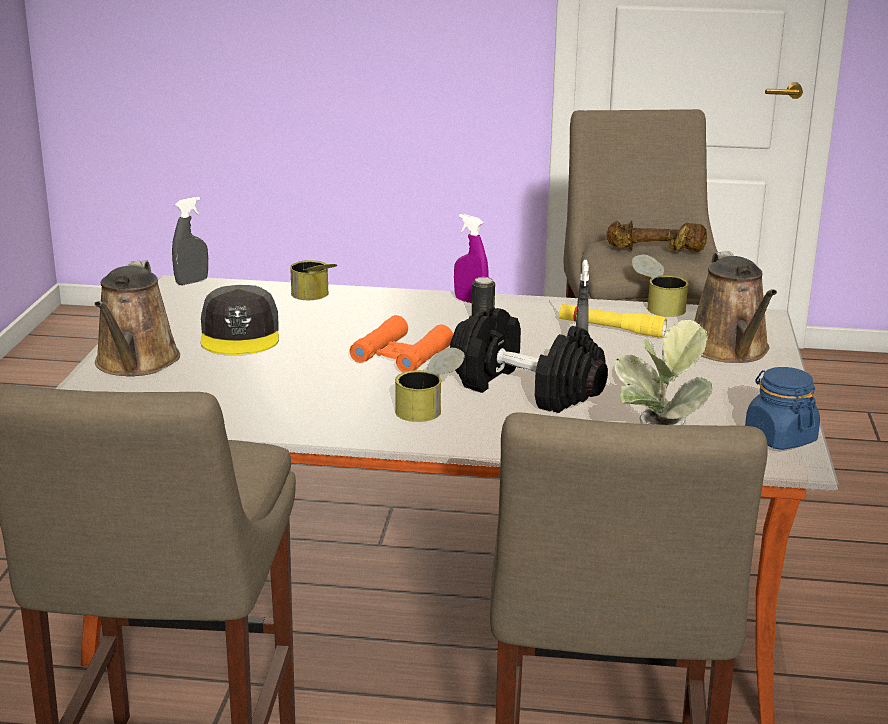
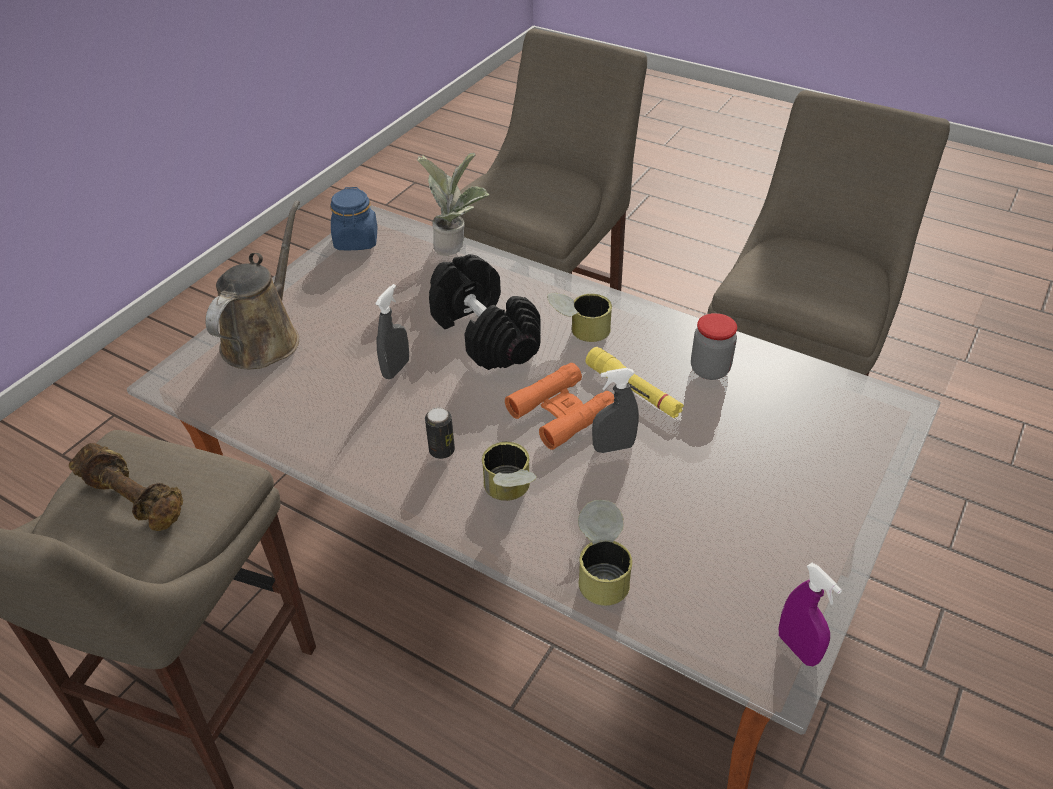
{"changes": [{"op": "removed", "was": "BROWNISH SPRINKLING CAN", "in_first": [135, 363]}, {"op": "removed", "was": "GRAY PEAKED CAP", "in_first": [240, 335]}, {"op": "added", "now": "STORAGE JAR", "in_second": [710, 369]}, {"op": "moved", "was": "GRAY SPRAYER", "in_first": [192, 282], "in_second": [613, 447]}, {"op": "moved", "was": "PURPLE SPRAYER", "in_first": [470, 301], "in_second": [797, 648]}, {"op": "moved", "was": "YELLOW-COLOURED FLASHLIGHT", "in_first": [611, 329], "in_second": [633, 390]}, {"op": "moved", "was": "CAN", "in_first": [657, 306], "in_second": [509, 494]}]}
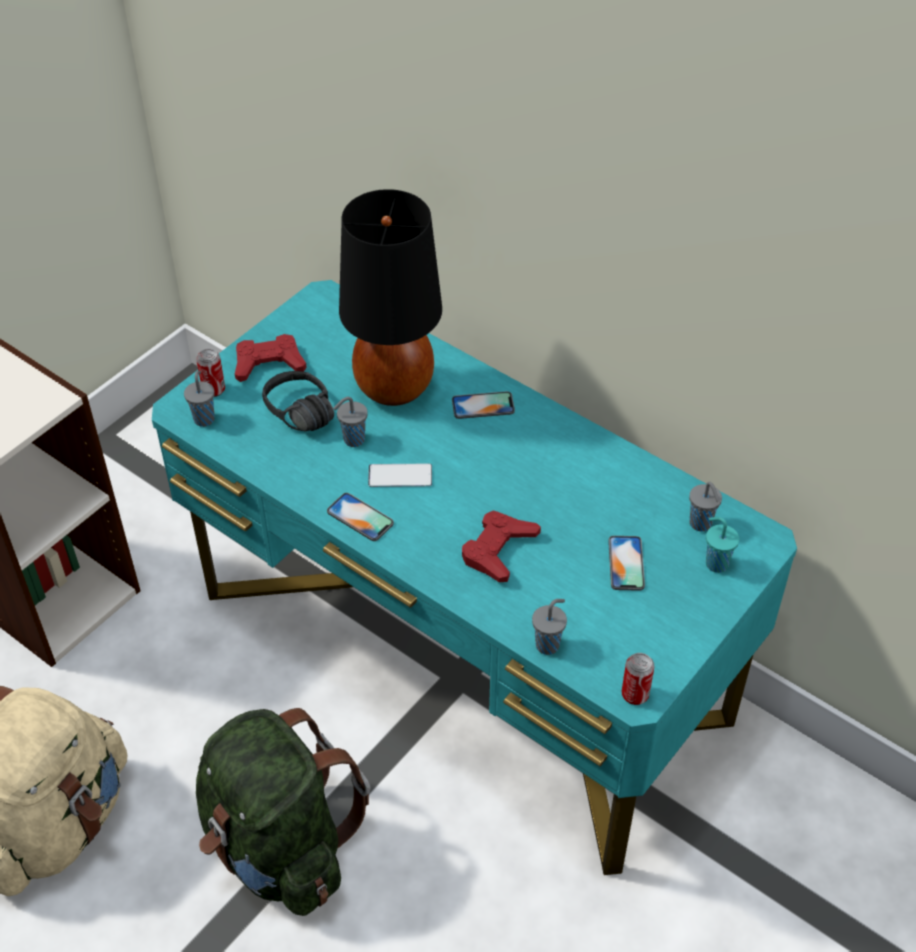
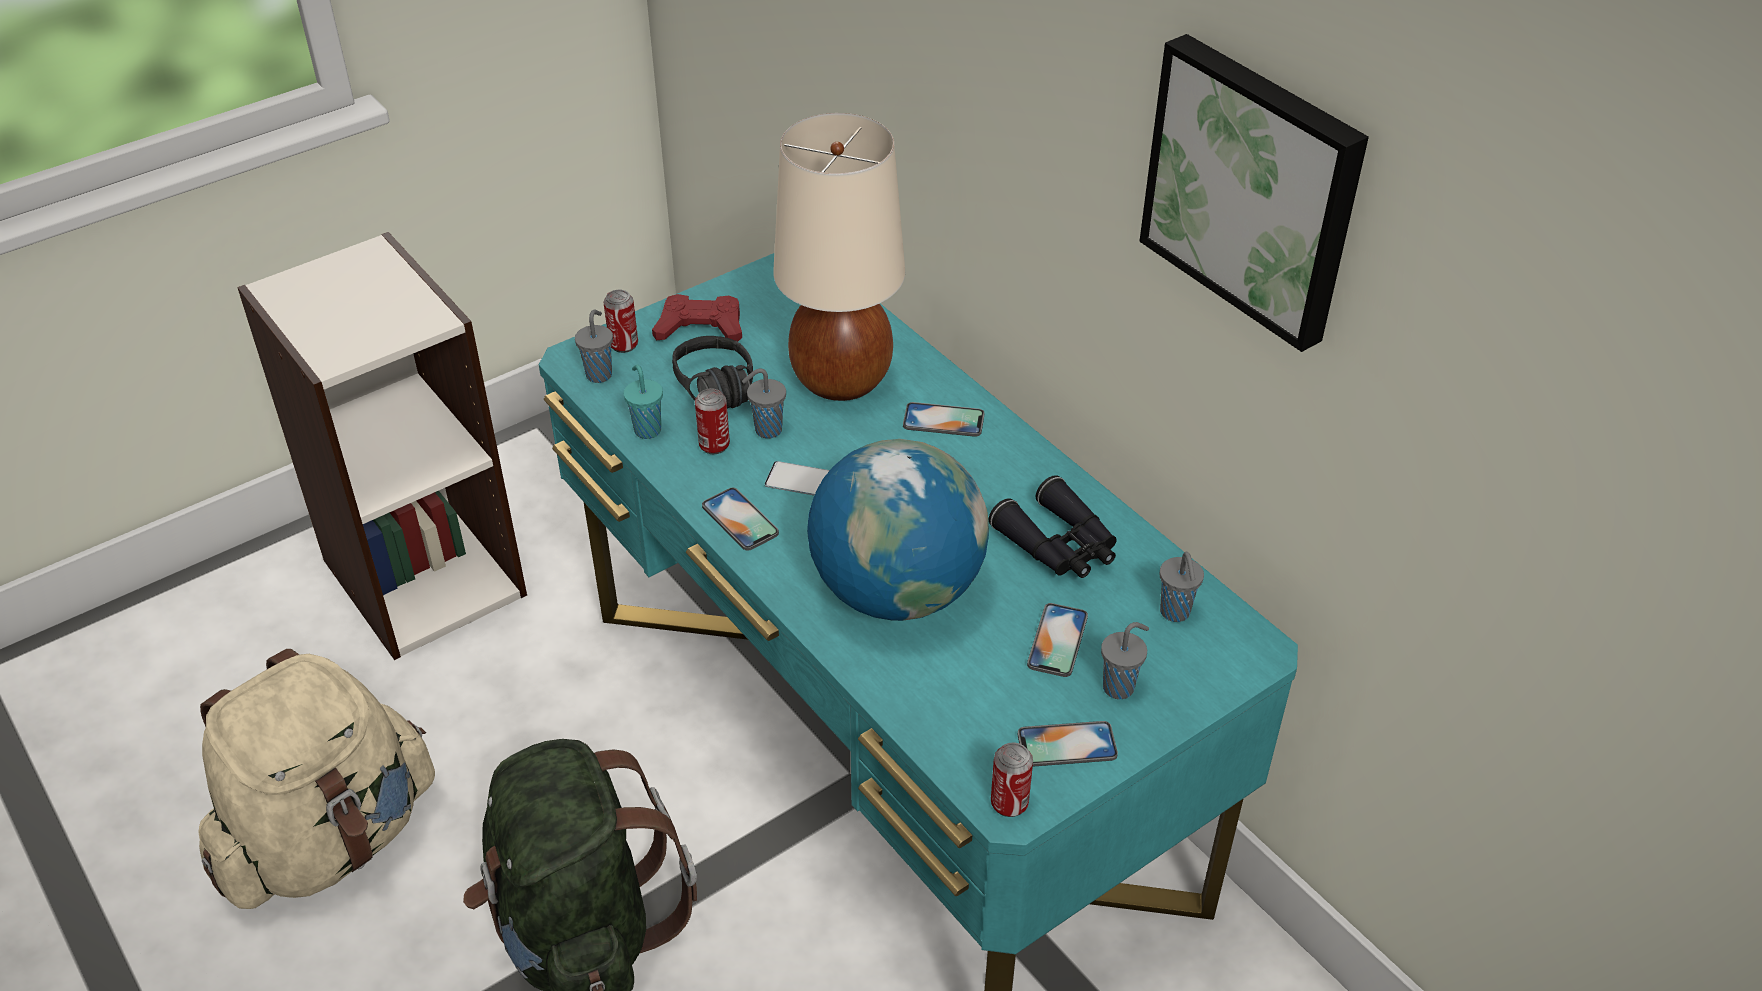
{"changes": [{"op": "added", "now": "CAN", "in_second": [714, 445]}, {"op": "added", "now": "BLACKISH BINOCULARS", "in_second": [1059, 545]}, {"op": "added", "now": "HANDSET", "in_second": [1067, 745]}, {"op": "added", "now": "WALL ART", "in_second": [1255, 188]}, {"op": "moved", "was": "GRAY SMALL CUP", "in_first": [548, 644], "in_second": [1120, 687]}, {"op": "moved", "was": "TURQUOISE SMALL CUP", "in_first": [715, 563], "in_second": [647, 429]}, {"op": "replaced", "was": "RED-COLOURED GAMEPAD", "now": "DESK GLOBE", "in_first": [498, 550], "in_second": [897, 591]}, {"op": "recoloured", "was": "BLACKISH TABLE LAMP", "now": "SAND-COLOURED TABLE LAMP", "in_first": [393, 387], "in_second": [840, 379]}]}
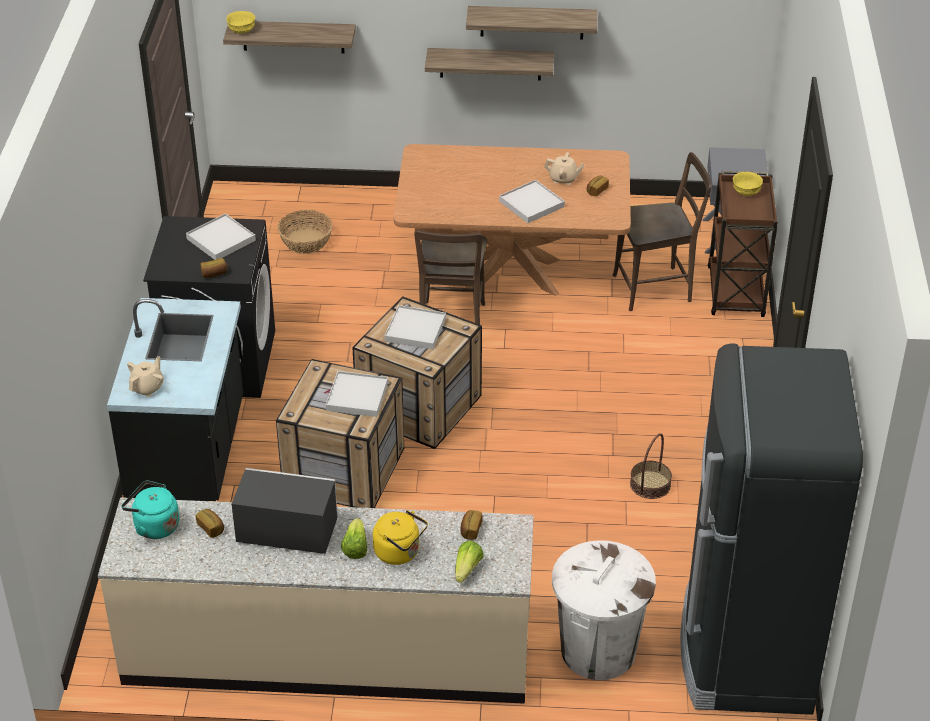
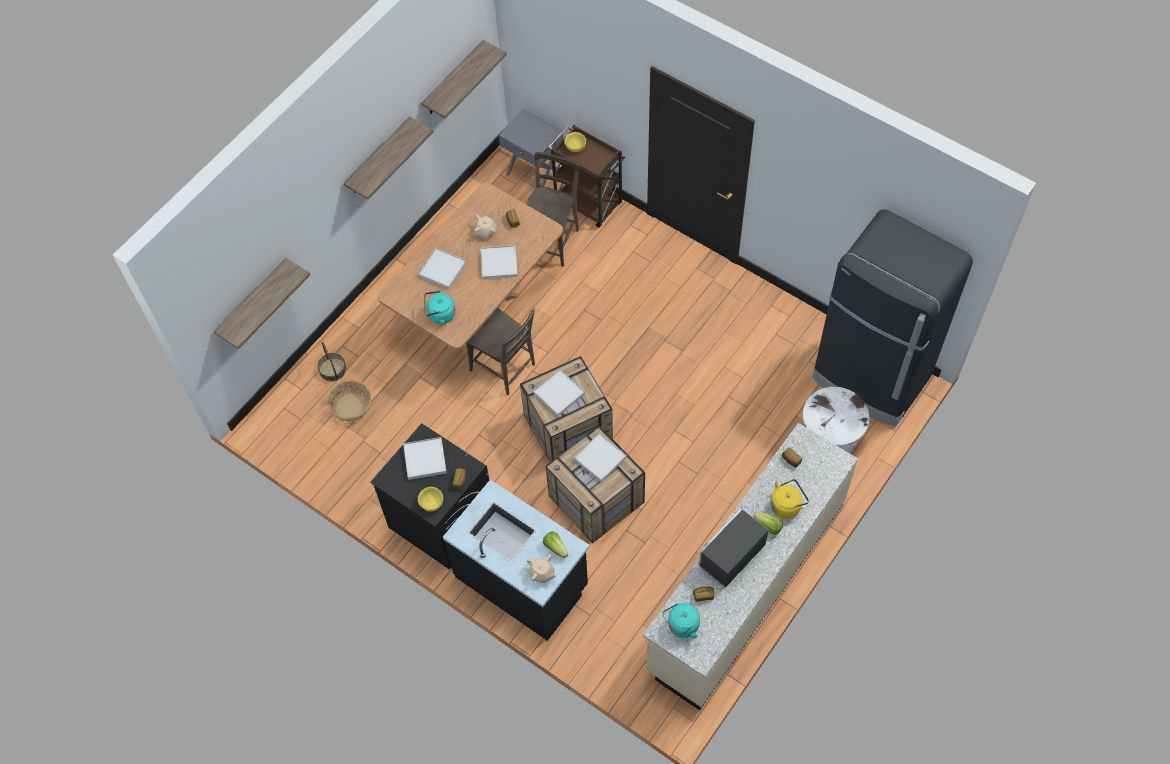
{"changes": [{"op": "added", "now": "WHITISH SERVING TRAY", "in_second": [442, 269]}, {"op": "added", "now": "TURQUOISE TEA KETTLE", "in_second": [440, 315]}, {"op": "moved", "was": "YELLOW-COLOURED BOWL", "in_first": [242, 30], "in_second": [432, 503]}, {"op": "moved", "was": "SHELF", "in_first": [490, 64], "in_second": [453, 79]}, {"op": "moved", "was": "LETTUCE HEAD", "in_first": [467, 569], "in_second": [555, 547]}, {"op": "moved", "was": "HOUSEHOLD BASKET", "in_first": [650, 484], "in_second": [333, 369]}, {"op": "turned", "was": "SAND-COLOURED TEA POT", "in_first": [147, 388], "in_second": [542, 573], "clockwise": 150}]}
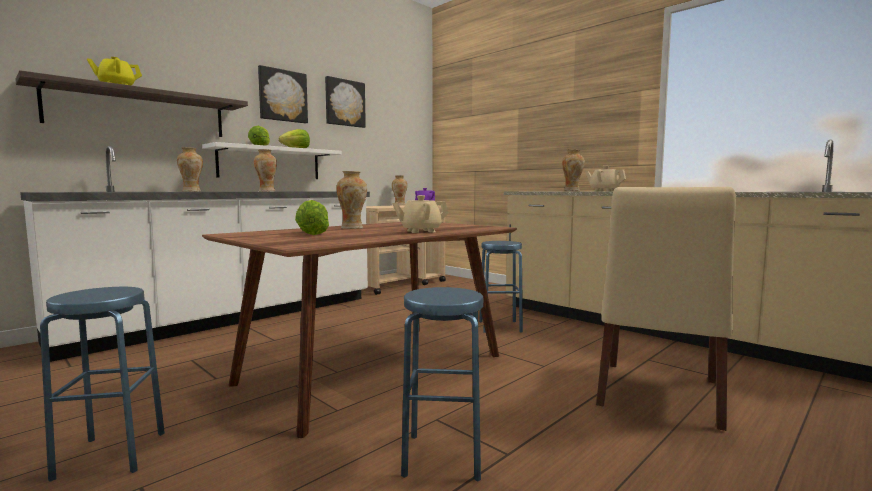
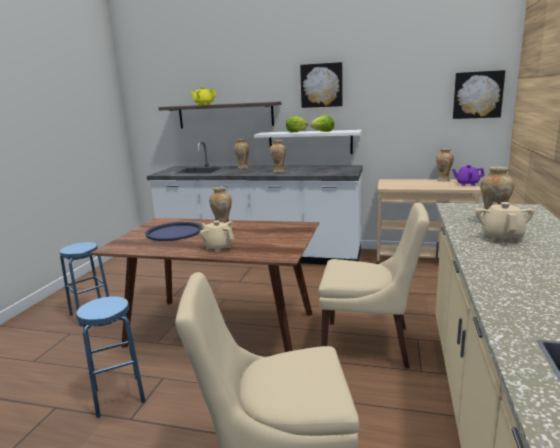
{"changes": [{"op": "moved", "was": "WALL ART", "in_first": [344, 103], "in_second": [477, 95]}, {"op": "replaced", "was": "LETTUCE HEAD", "now": "BLUE-COLOURED SERVING TRAY", "in_first": [312, 234], "in_second": [174, 232]}, {"op": "replaced", "was": "BLUE-COLOURED SITTING STOOL", "now": "SAND-COLOURED PLAIN CHAIR", "in_first": [500, 326], "in_second": [370, 343]}]}
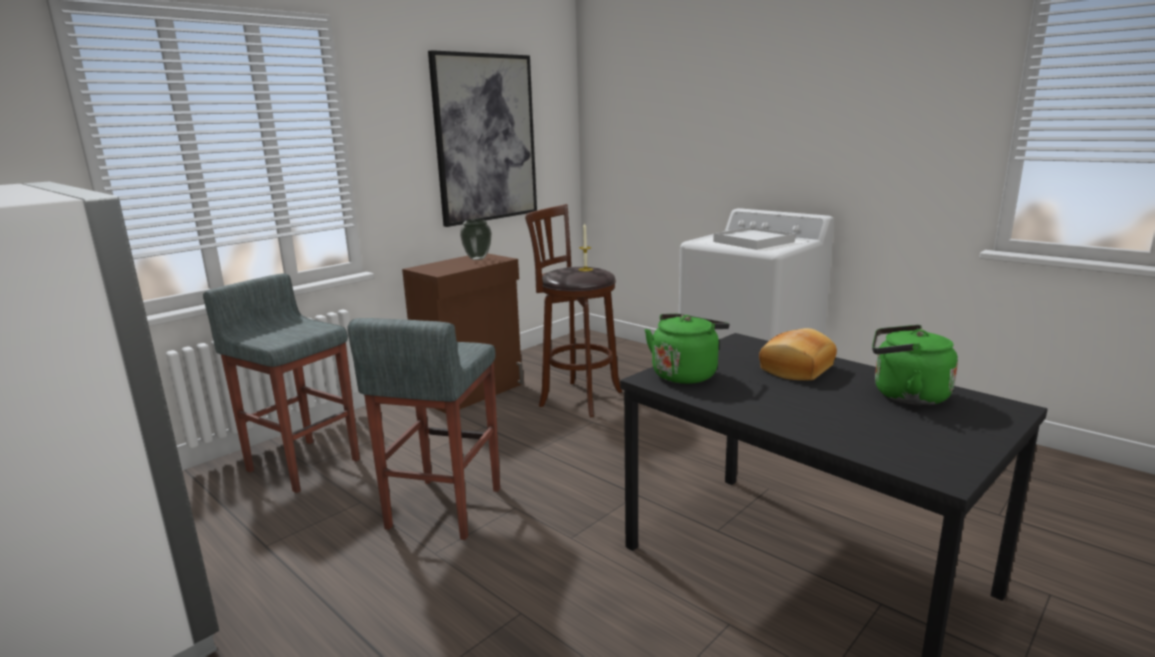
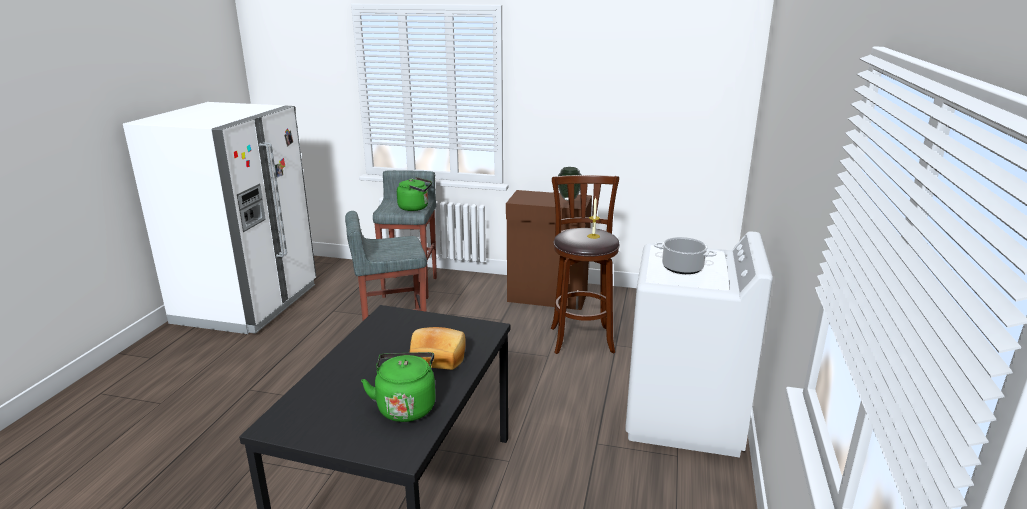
{"changes": [{"op": "removed", "was": "WALL ART", "in_first": [485, 139]}, {"op": "moved", "was": "GREENISH TEA KETTLE", "in_first": [686, 374], "in_second": [415, 208]}, {"op": "replaced", "was": "WHITISH SERVING TRAY", "now": "SAUCEPOT", "in_first": [753, 242], "in_second": [681, 268]}]}
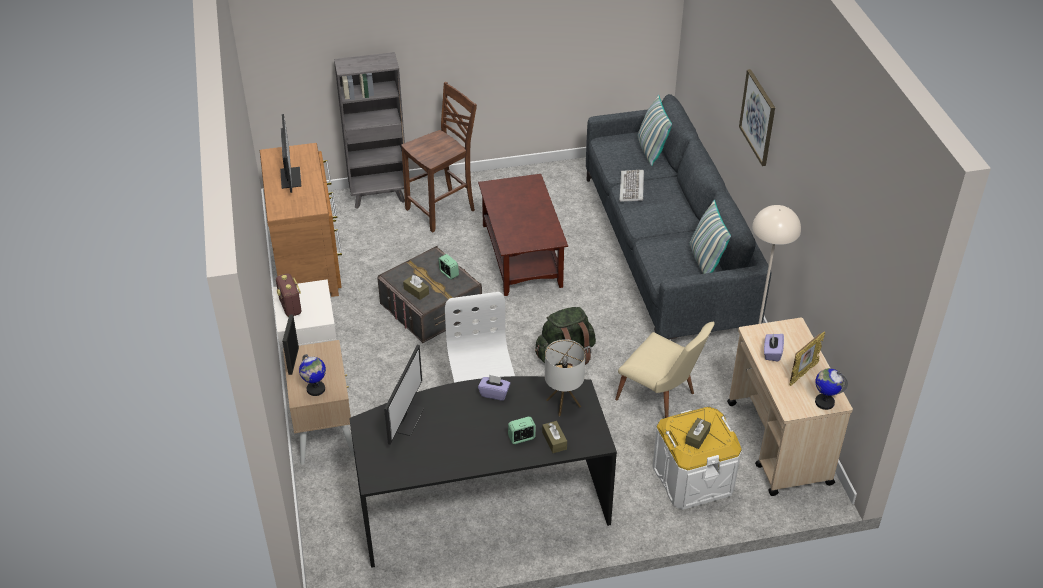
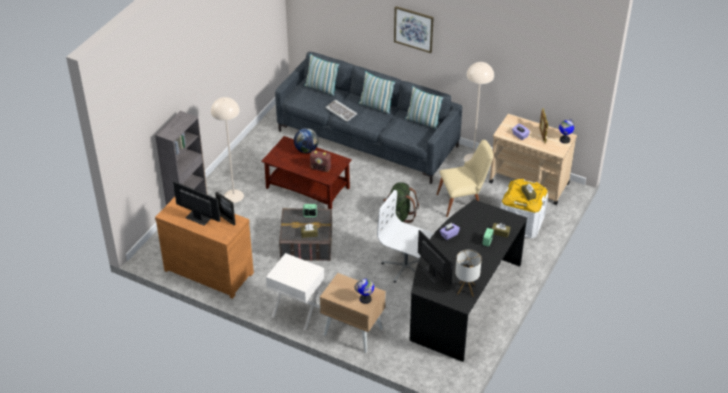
{"changes": [{"op": "added", "now": "DESK GLOBE", "in_second": [306, 150]}, {"op": "added", "now": "THROW PILLOW", "in_second": [376, 106]}, {"op": "moved", "was": "RADIO RECEIVER", "in_first": [291, 307], "in_second": [321, 168]}, {"op": "moved", "was": "STANDING FRAME", "in_first": [293, 361], "in_second": [226, 219]}, {"op": "moved", "was": "TABLE LAMP", "in_first": [563, 403], "in_second": [466, 289]}, {"op": "replaced", "was": "BROWNISH PLAIN CHAIR", "now": "SAND-COLOURED FLOOR LAMP", "in_first": [442, 210], "in_second": [234, 196]}]}
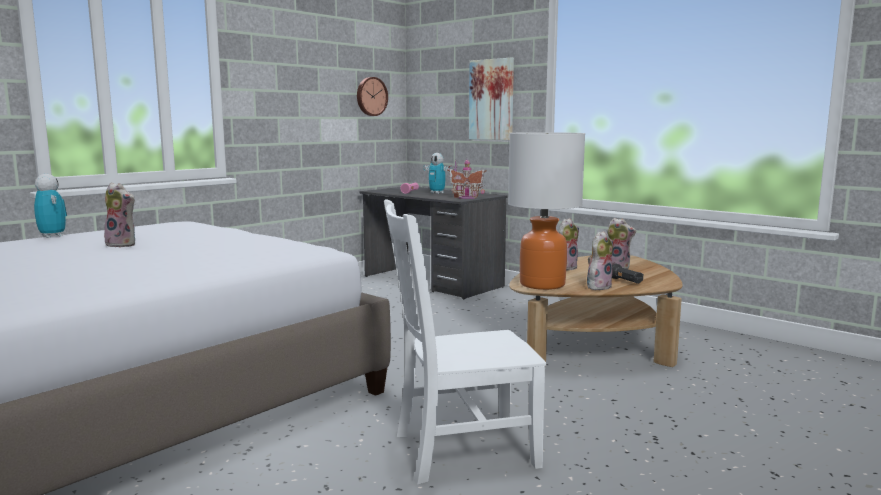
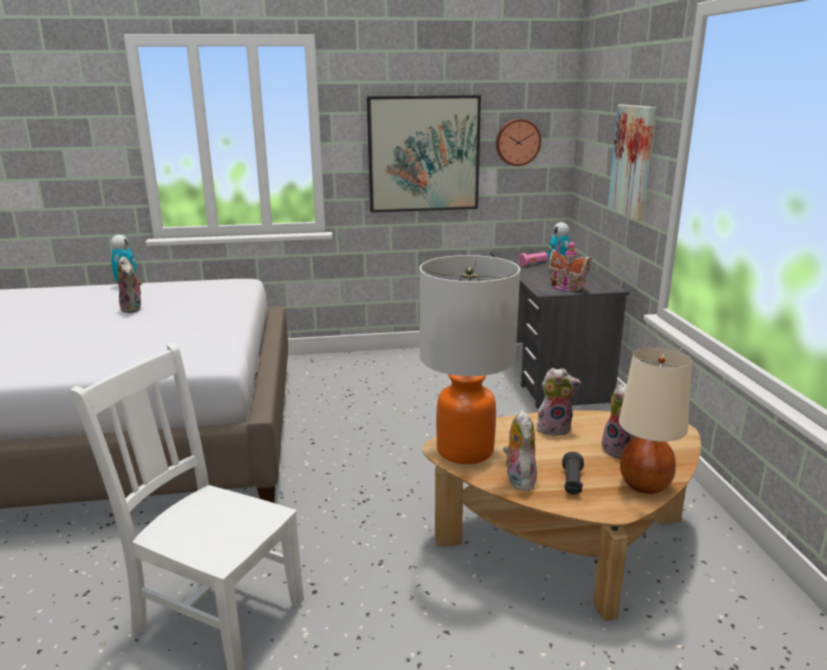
{"changes": [{"op": "added", "now": "WALL ART", "in_second": [423, 154]}, {"op": "added", "now": "SAND-COLOURED TABLE LAMP", "in_second": [645, 484]}, {"op": "turned", "was": "CUDDLY TOY", "in_first": [598, 286], "in_second": [518, 479], "clockwise": -90}]}
